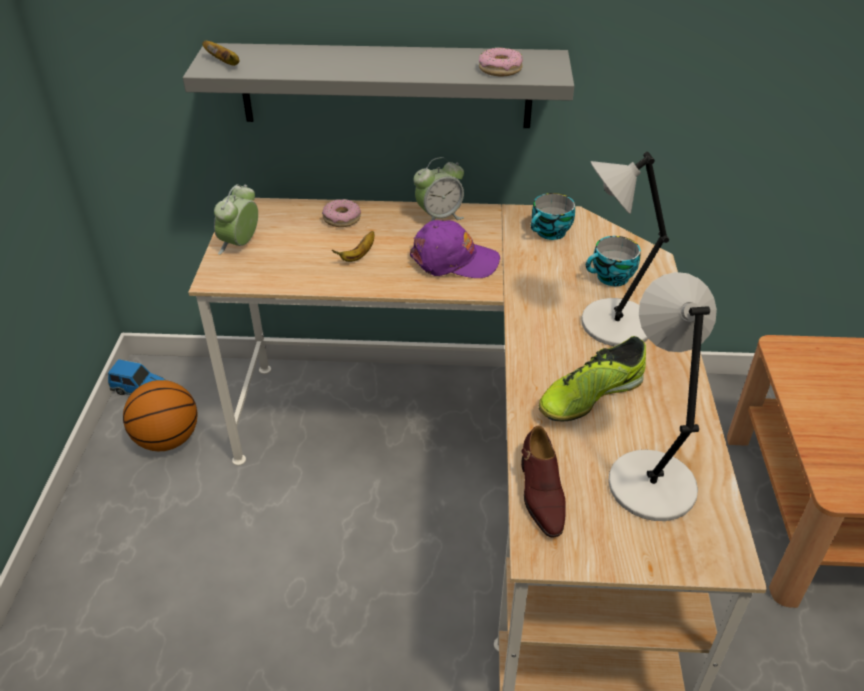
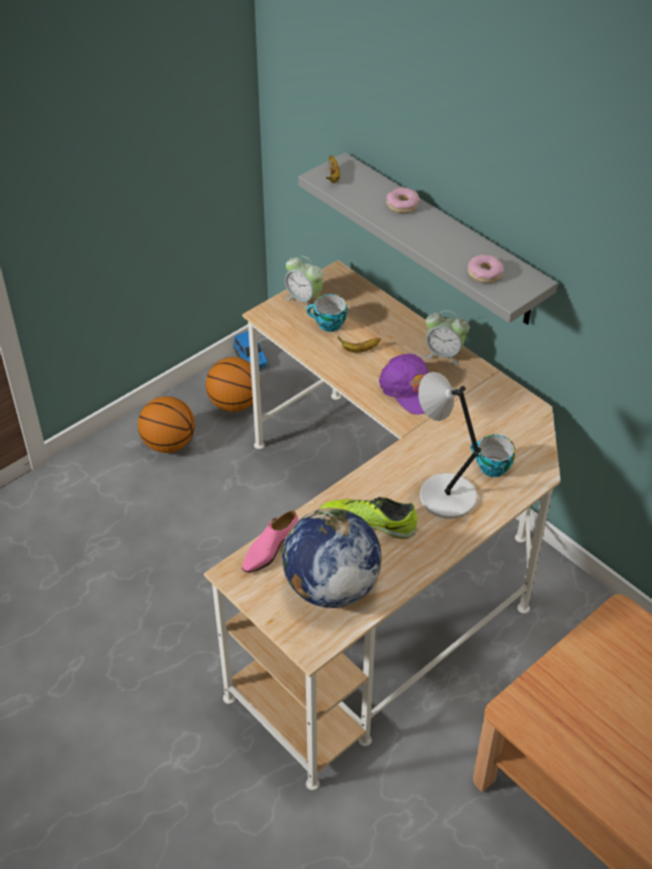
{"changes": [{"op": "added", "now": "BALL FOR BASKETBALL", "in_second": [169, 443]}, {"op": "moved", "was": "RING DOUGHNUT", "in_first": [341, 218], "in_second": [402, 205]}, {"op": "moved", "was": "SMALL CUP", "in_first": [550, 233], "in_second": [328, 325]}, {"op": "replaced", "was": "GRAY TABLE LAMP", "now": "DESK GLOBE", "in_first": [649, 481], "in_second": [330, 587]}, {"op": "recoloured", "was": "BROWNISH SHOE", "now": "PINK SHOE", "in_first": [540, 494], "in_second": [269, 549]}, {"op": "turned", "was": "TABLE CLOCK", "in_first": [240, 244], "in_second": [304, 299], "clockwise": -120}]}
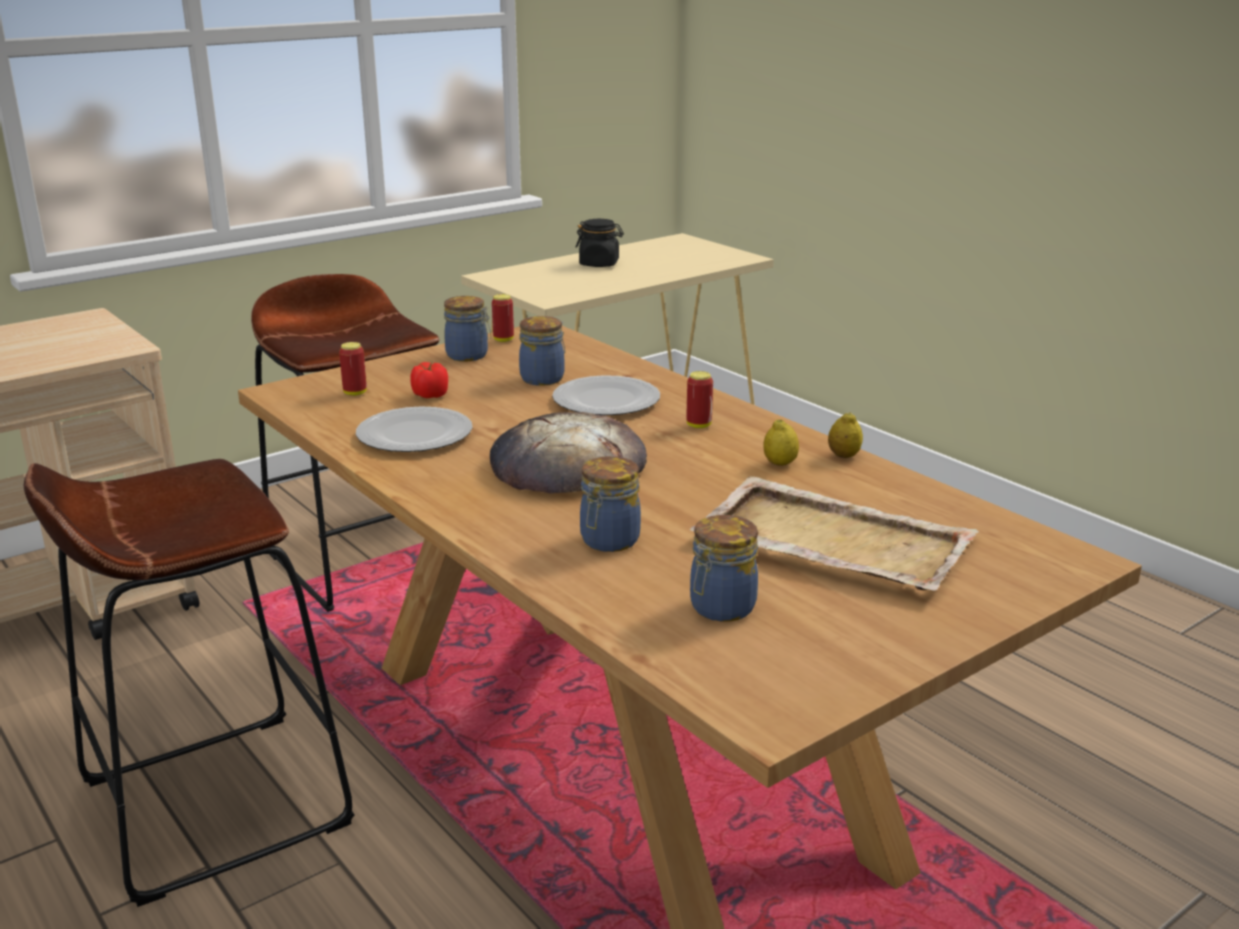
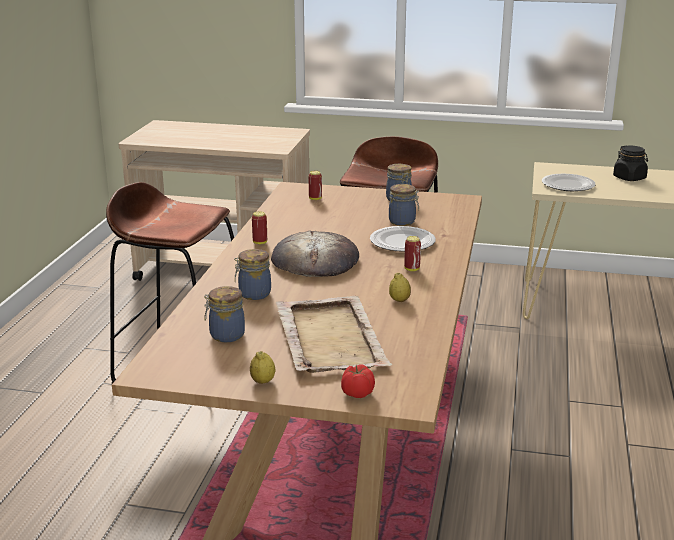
{"changes": [{"op": "moved", "was": "PLATE", "in_first": [416, 435], "in_second": [568, 185]}, {"op": "moved", "was": "FRESH TOMATO", "in_first": [430, 396], "in_second": [356, 393]}, {"op": "moved", "was": "CAN", "in_first": [503, 340], "in_second": [260, 242]}, {"op": "moved", "was": "CITRUS FRUIT", "in_first": [843, 456], "in_second": [263, 381]}]}
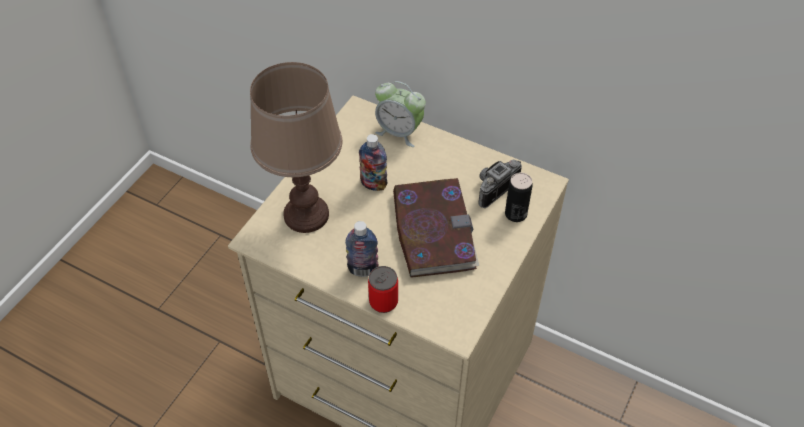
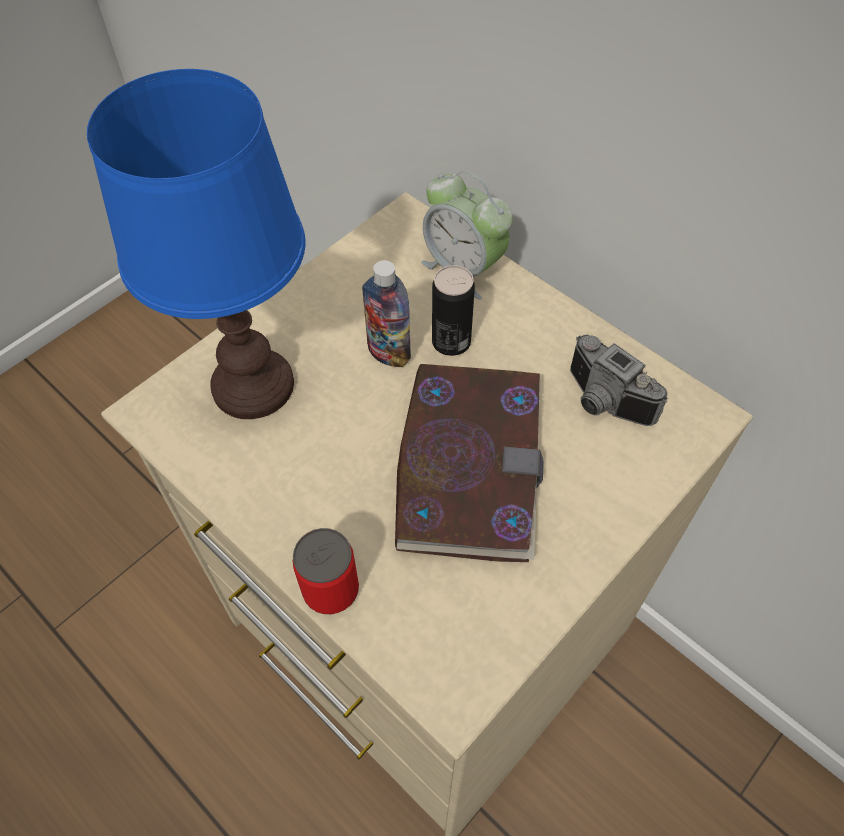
{"changes": [{"op": "removed", "was": "DRINK BOTTLE", "in_first": [363, 270]}, {"op": "moved", "was": "CAN", "in_first": [515, 214], "in_second": [451, 342]}, {"op": "recoloured", "was": "BROWNISH TABLE LAMP", "now": "BLUE-COLOURED TABLE LAMP", "in_first": [306, 215], "in_second": [252, 386]}, {"op": "turned", "was": "PHOTO CAMERA", "in_first": [492, 187], "in_second": [602, 403], "clockwise": -105}]}
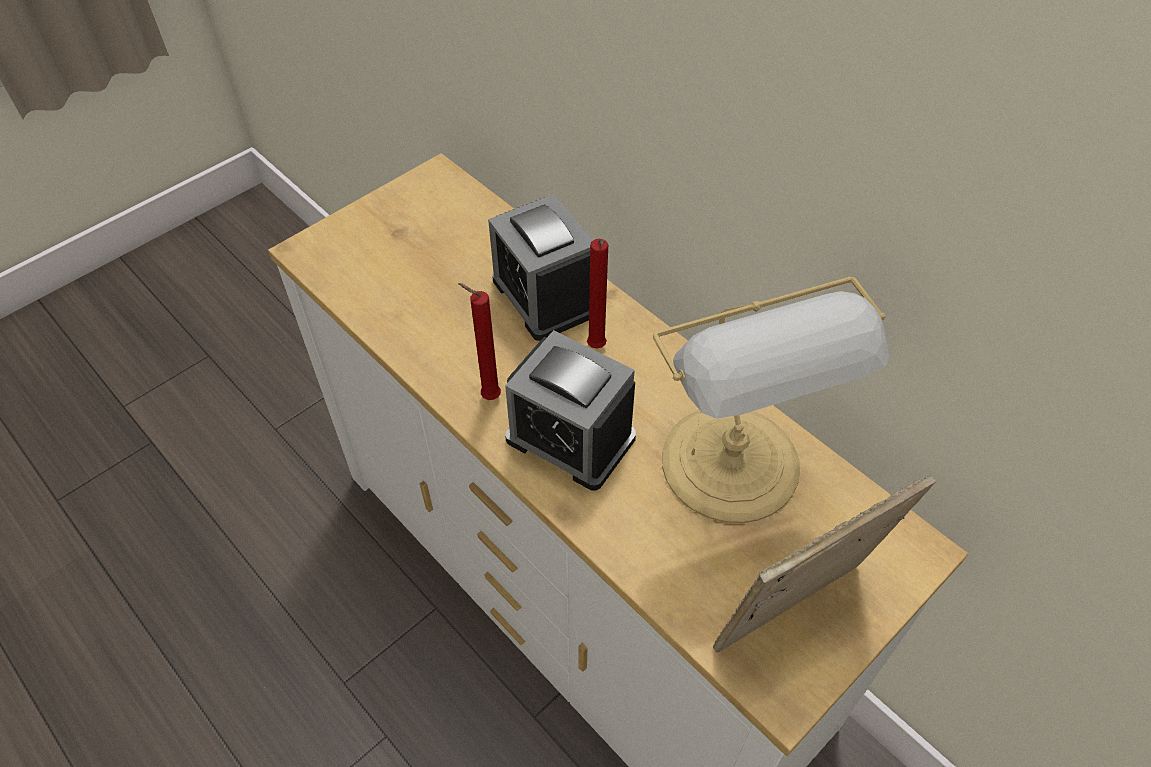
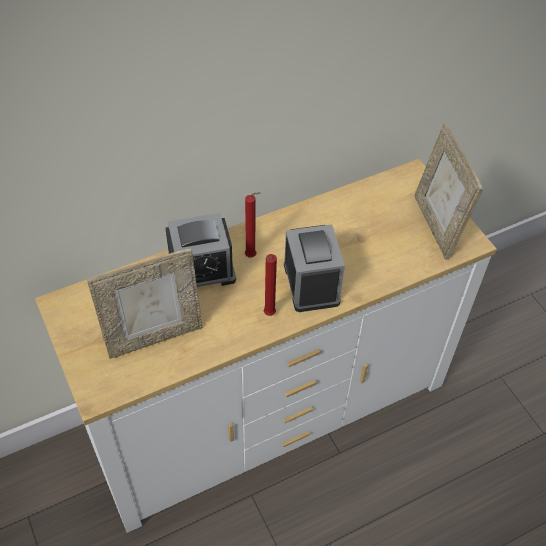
{"changes": [{"op": "removed", "was": "TABLE LAMP", "in_first": [734, 469]}, {"op": "added", "now": "STANDING FRAME", "in_second": [154, 336]}, {"op": "turned", "was": "TABLE CLOCK", "in_first": [570, 438], "in_second": [311, 283], "clockwise": -60}]}
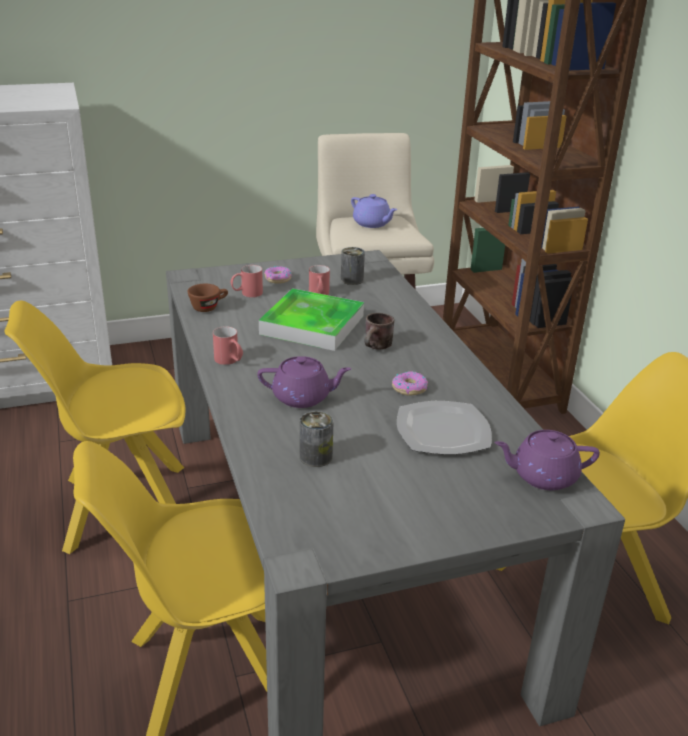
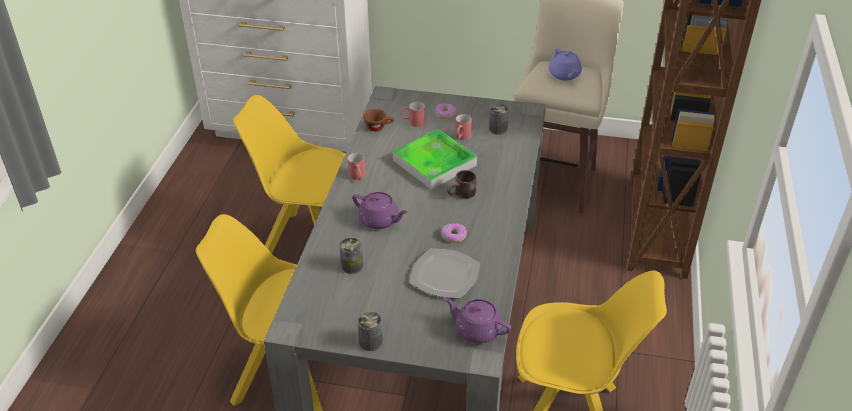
{"changes": [{"op": "added", "now": "CAN", "in_second": [370, 341]}]}
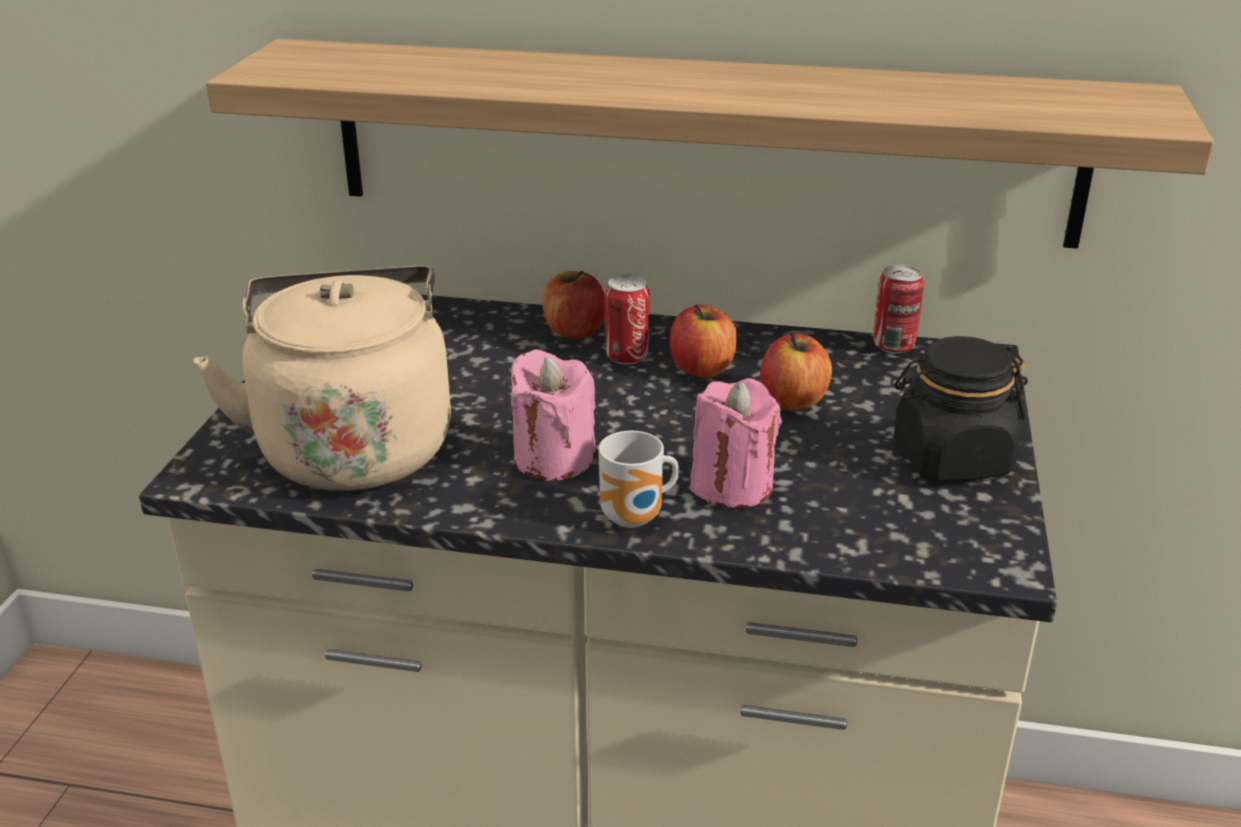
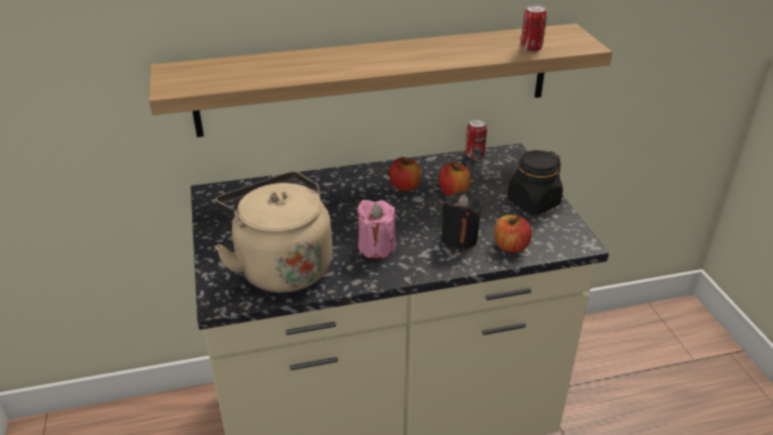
{"changes": [{"op": "removed", "was": "COFFEE MUG", "in_first": [636, 519]}, {"op": "moved", "was": "APPLE", "in_first": [574, 330], "in_second": [510, 246]}, {"op": "moved", "was": "CAN", "in_first": [627, 357], "in_second": [531, 49]}, {"op": "recoloured", "was": "PINK WAX LIGHT", "now": "BLACKISH WAX LIGHT", "in_first": [732, 485], "in_second": [459, 238]}]}
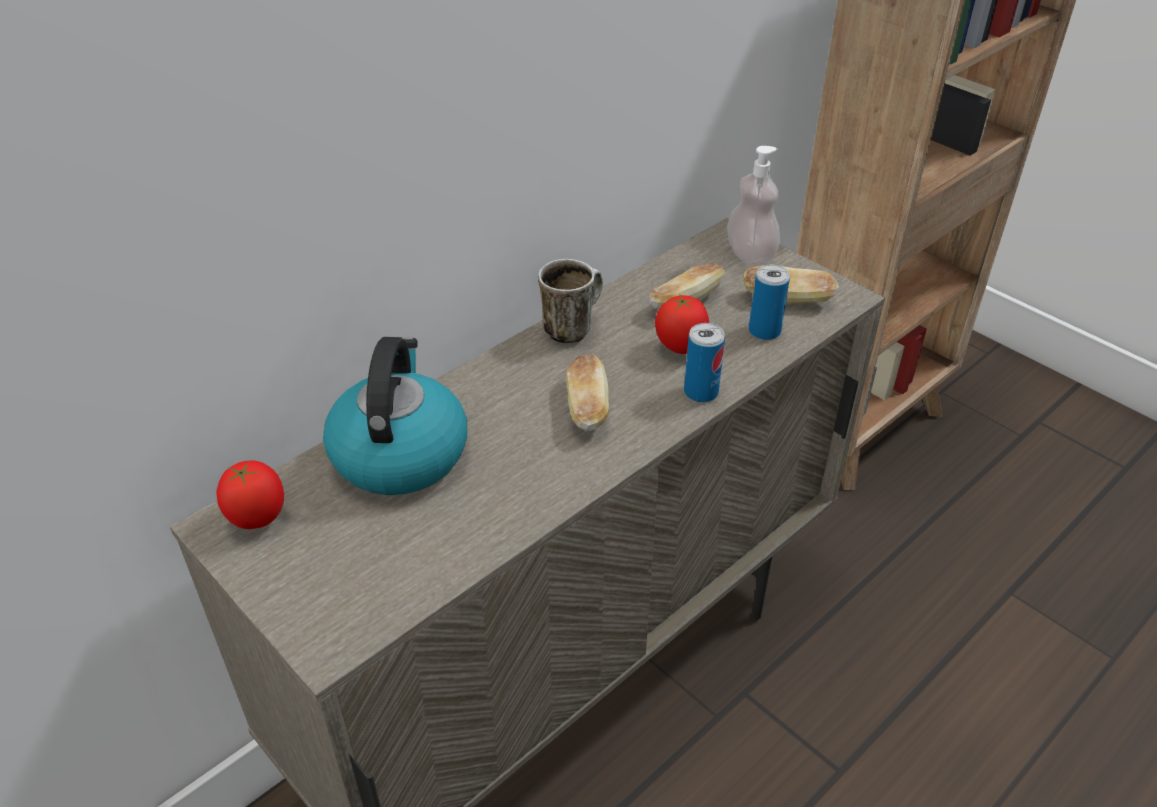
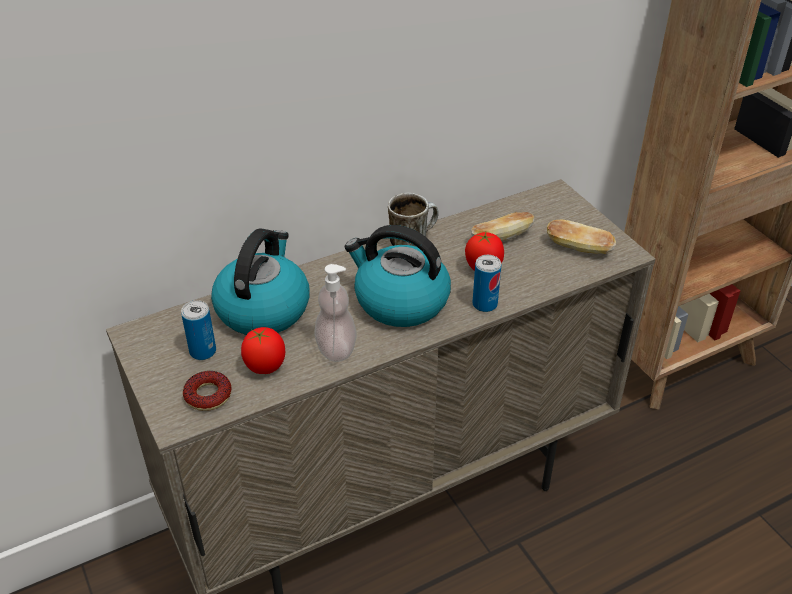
{"changes": [{"op": "added", "now": "RING DOUGHNUT", "in_second": [208, 395]}, {"op": "moved", "was": "FRESH TOMATO", "in_first": [257, 519], "in_second": [265, 368]}, {"op": "moved", "was": "SOAP DISPENSER", "in_first": [750, 254], "in_second": [336, 349]}, {"op": "moved", "was": "CAN", "in_first": [764, 331], "in_second": [203, 351]}, {"op": "replaced", "was": "BAKERY BREAD", "now": "TEA KETTLE", "in_first": [587, 408], "in_second": [400, 301]}]}
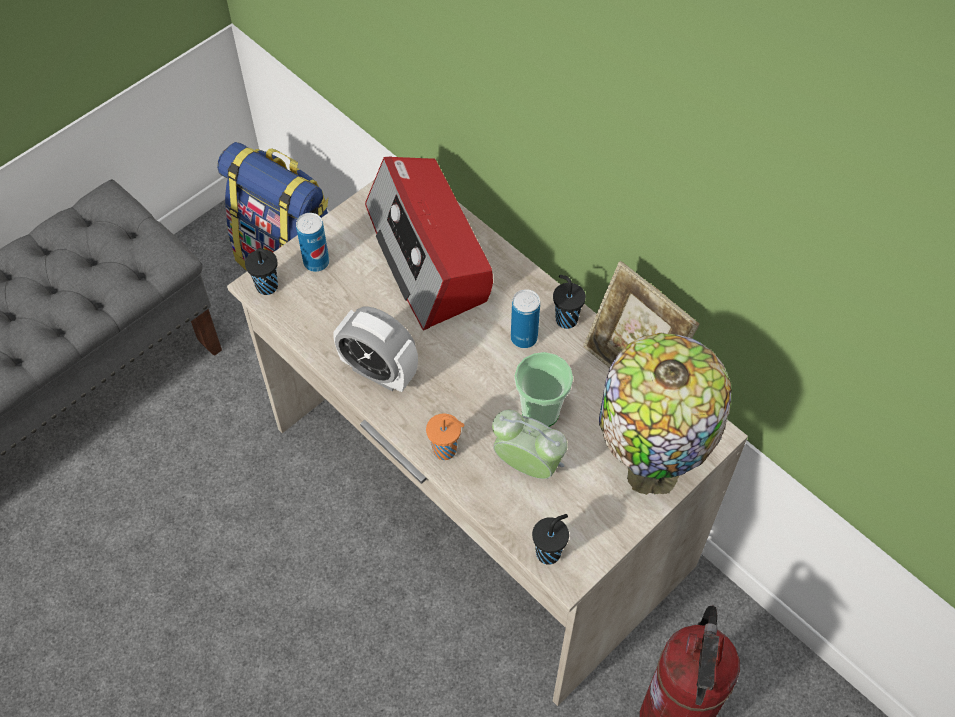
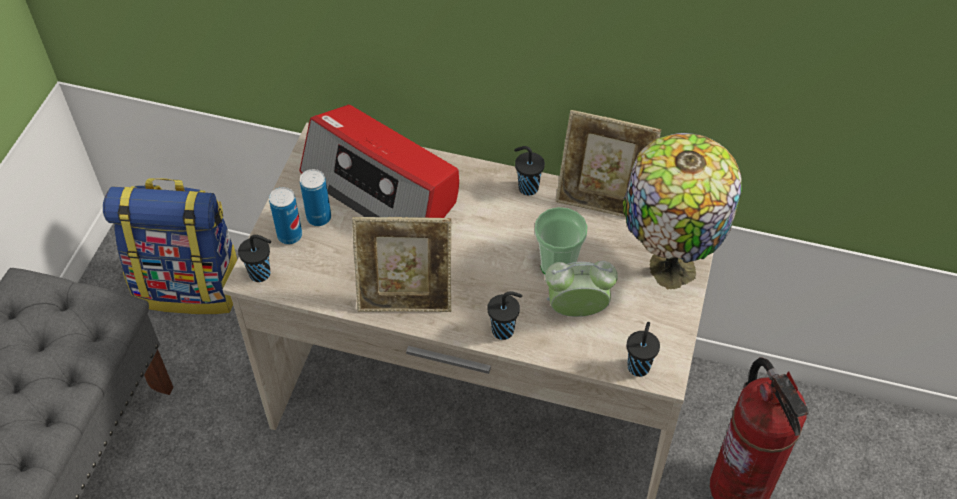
{"changes": [{"op": "moved", "was": "CAN", "in_first": [524, 338], "in_second": [319, 217]}, {"op": "replaced", "was": "TABLE CLOCK", "now": "STANDING FRAME", "in_first": [379, 372], "in_second": [405, 297]}, {"op": "recoloured", "was": "ORANGE-COLOURED SMALL CUP", "now": "BLACKISH SMALL CUP", "in_first": [446, 450], "in_second": [504, 330]}]}
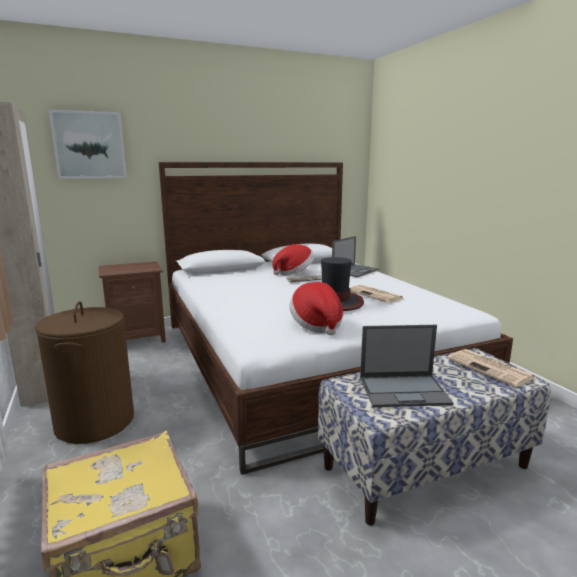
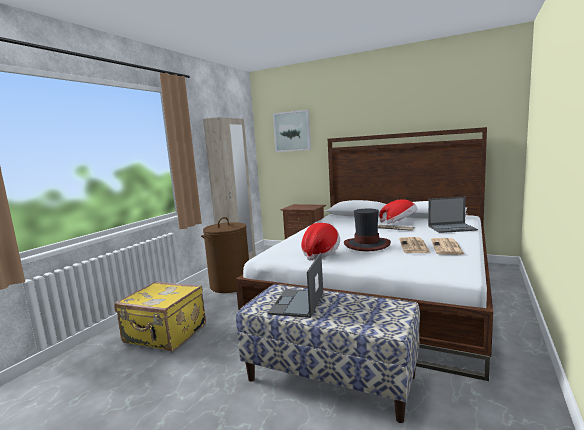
{"changes": [{"op": "moved", "was": "PRINTED PAPER", "in_first": [491, 368], "in_second": [447, 247]}, {"op": "turned", "was": "NOTEBOOK COMPUTER", "in_first": [404, 390], "in_second": [297, 303], "clockwise": 60}]}
